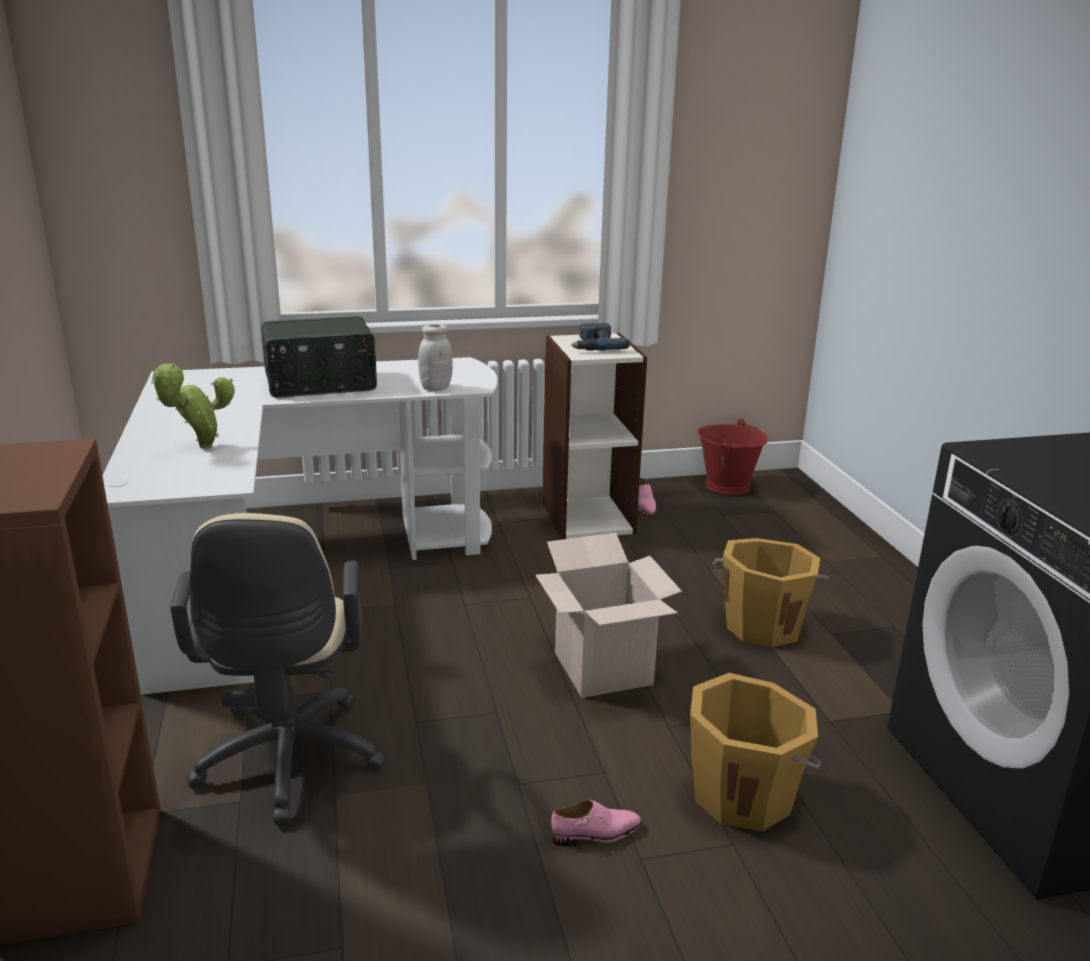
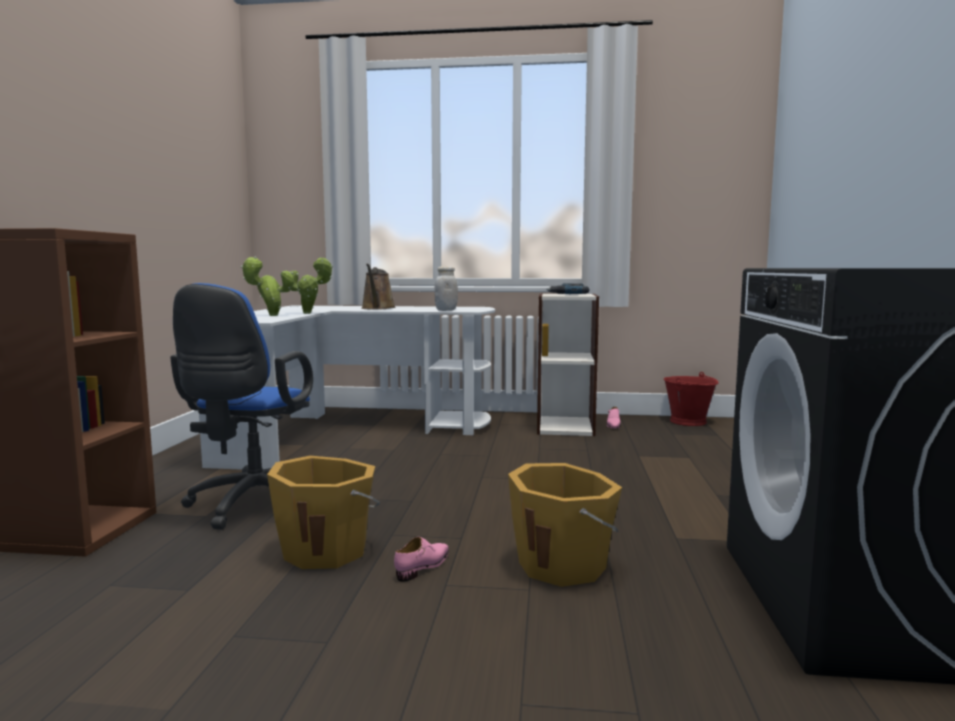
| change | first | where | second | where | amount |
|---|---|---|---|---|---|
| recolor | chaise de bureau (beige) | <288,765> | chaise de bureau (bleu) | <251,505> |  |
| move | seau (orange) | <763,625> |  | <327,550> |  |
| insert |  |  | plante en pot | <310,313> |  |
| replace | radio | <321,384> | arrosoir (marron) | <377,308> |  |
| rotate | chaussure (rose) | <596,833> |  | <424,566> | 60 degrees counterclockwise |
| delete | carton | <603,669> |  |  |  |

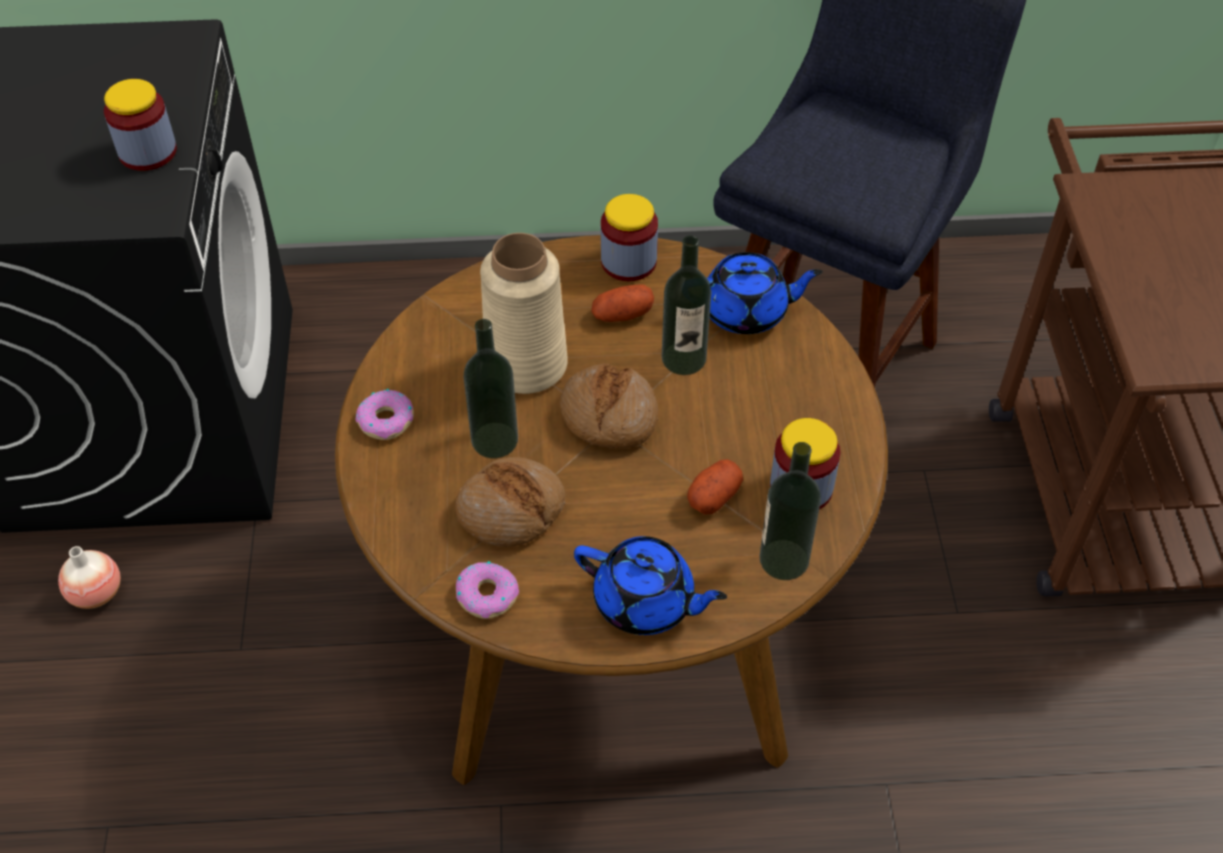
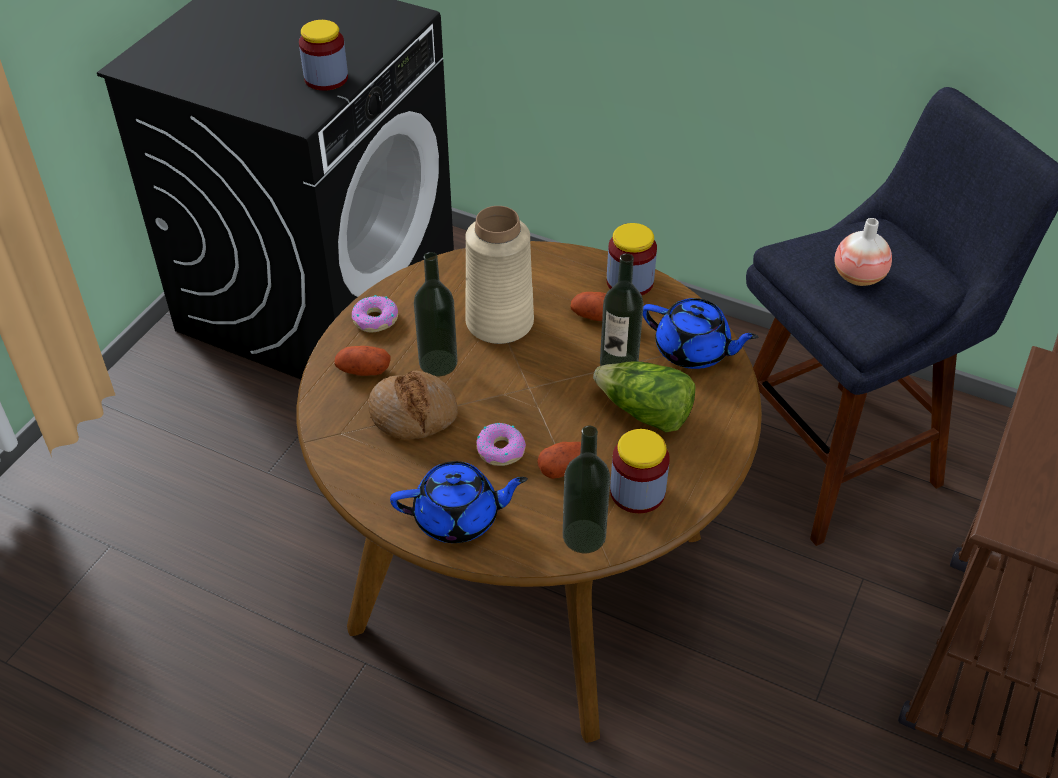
| change | first | where | second | where | amount |
|---|---|---|---|---|---|
| insert |  |  | pomme de terre | <363,370> |  |
| rotate | théière (bleu) | <646,602> |  | <458,518> | 60 degrees counterclockwise |
| move | beignet | <487,595> |  | <501,449> |  |
| insert |  |  | laitue | <645,413> |  |
| move | vase | <96,593> |  | <858,277> |  |
| delete | pain | <608,416> |  |  |  |

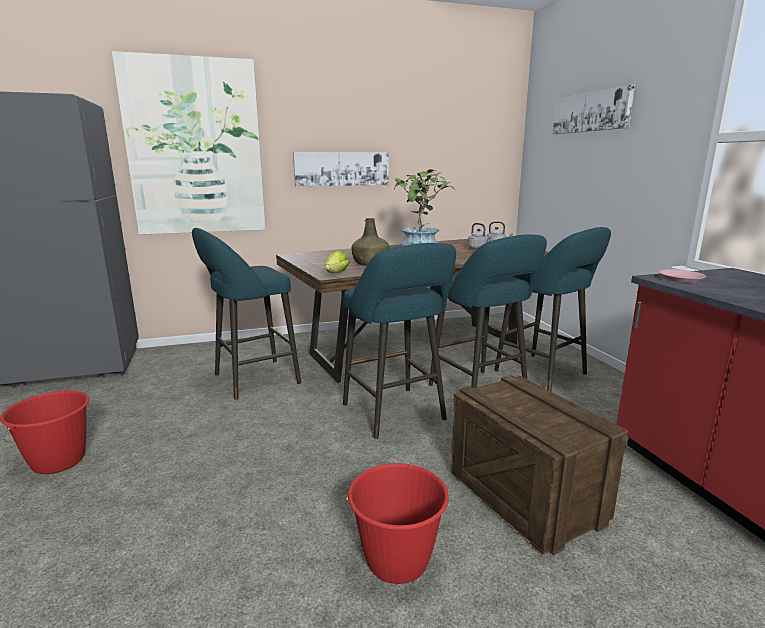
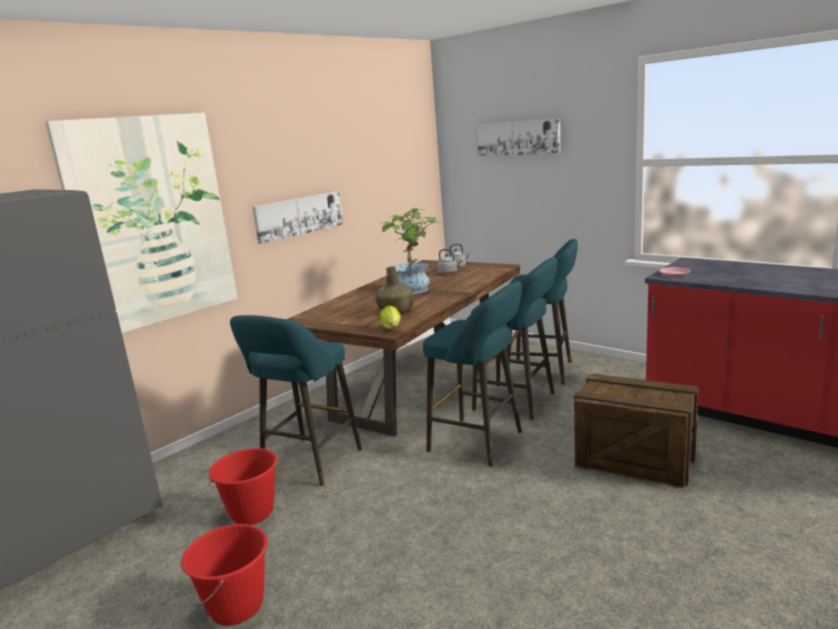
| change | first | where | second | where | amount |
|---|---|---|---|---|---|
| move | seau (rouge) | <397,561> |  | <252,513> |  |

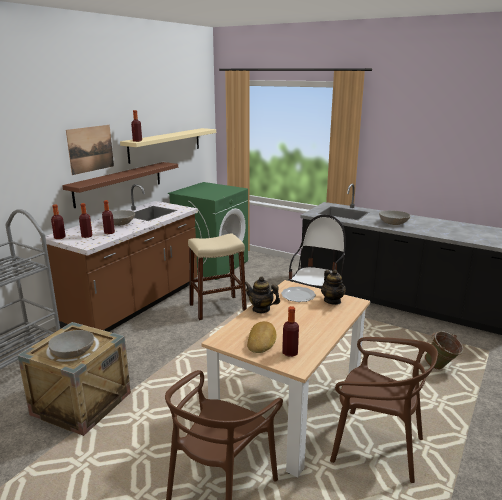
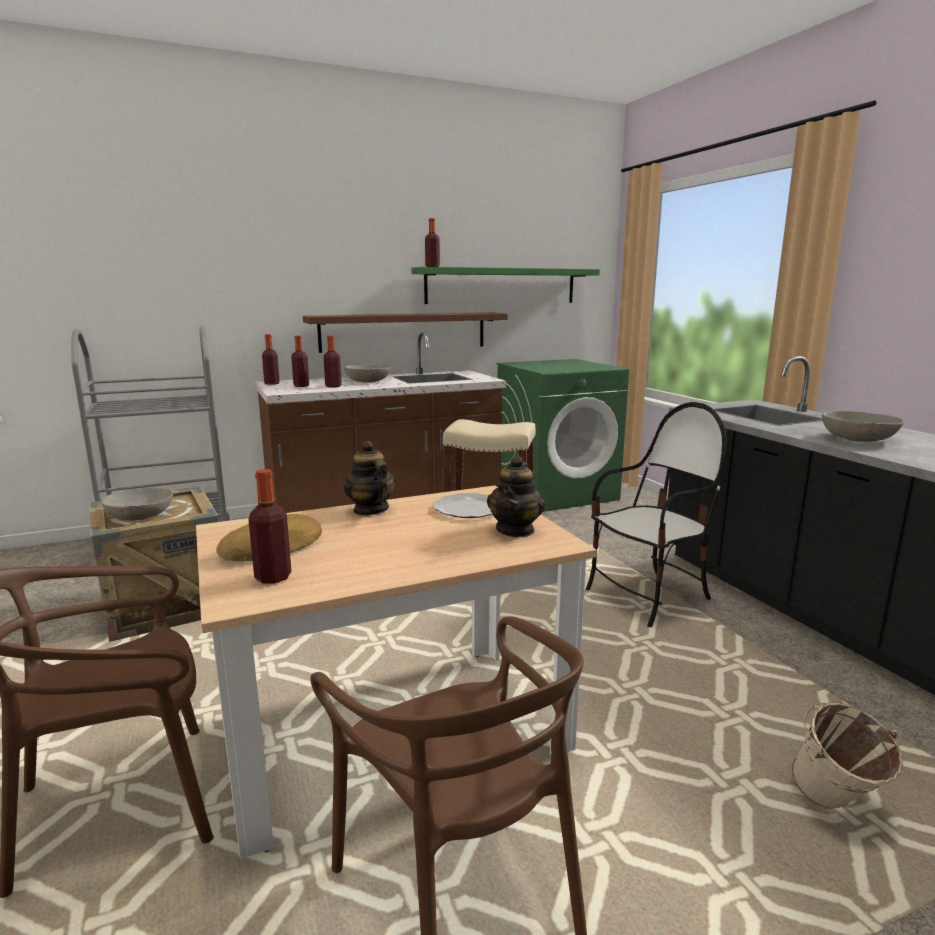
| change | first | where | second | where | amount |
|---|---|---|---|---|---|
| recolor | étagère (beige) | <165,144> | étagère (vert) | <501,286> |  |
| recolor | seau (vert) | <441,368> | seau (beige) | <834,807> |  |
| delete | tableau | <90,149> |  |  |  |

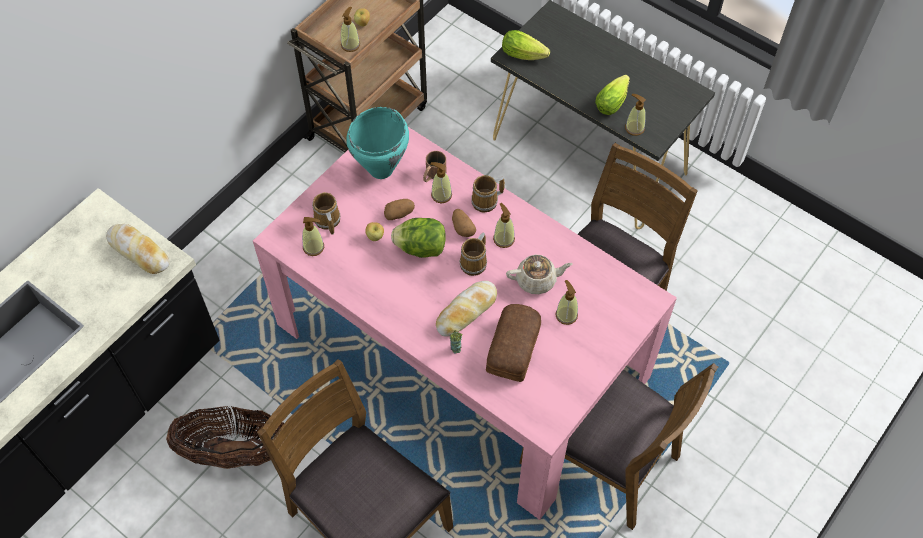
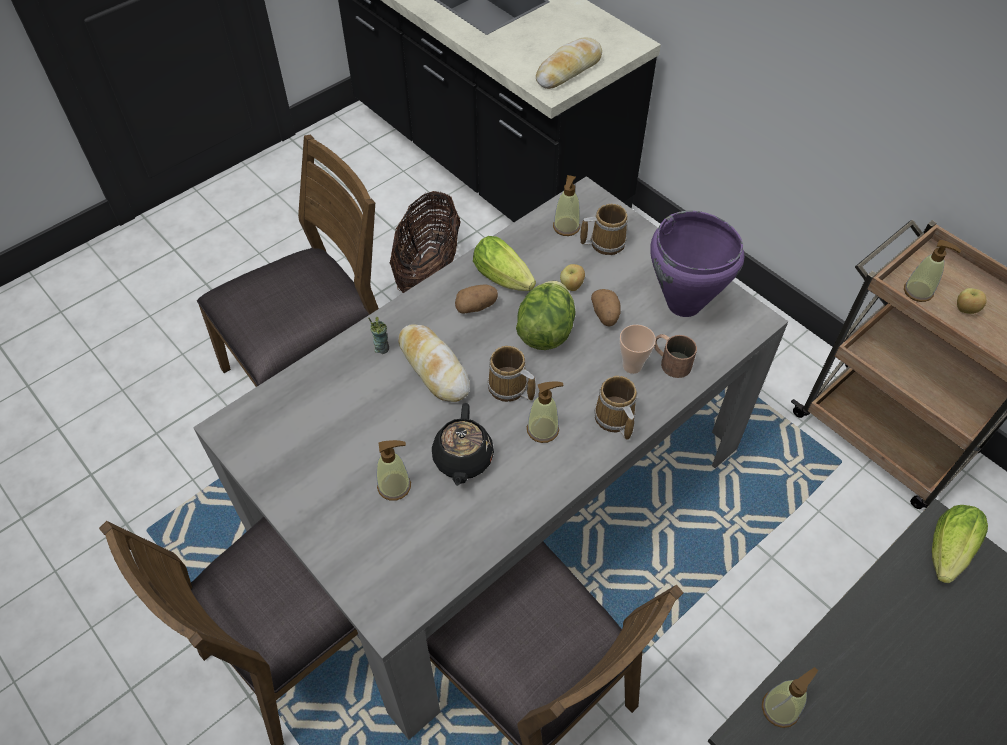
| change | first | where | second | where | amount |
|---|---|---|---|---|---|
| recolor | table à manger (rose) | <462,351> | table à manger (gris) | <503,495> |  |
| recolor | théière (beige) | <537,280> | théière (noir) | <462,459> |  |
| move | pomme de terre | <462,228> |  | <476,306> |  |
| move | laitue | <613,101> |  | <505,279> |  |
| replace | distributeur de savon | <441,195> | tasse | <632,365> |  |
| recolor | marmite (turquoise) | <382,169> | marmite (violet) | <684,305> |  |
| delete | pain | <515,347> |  |  |  |

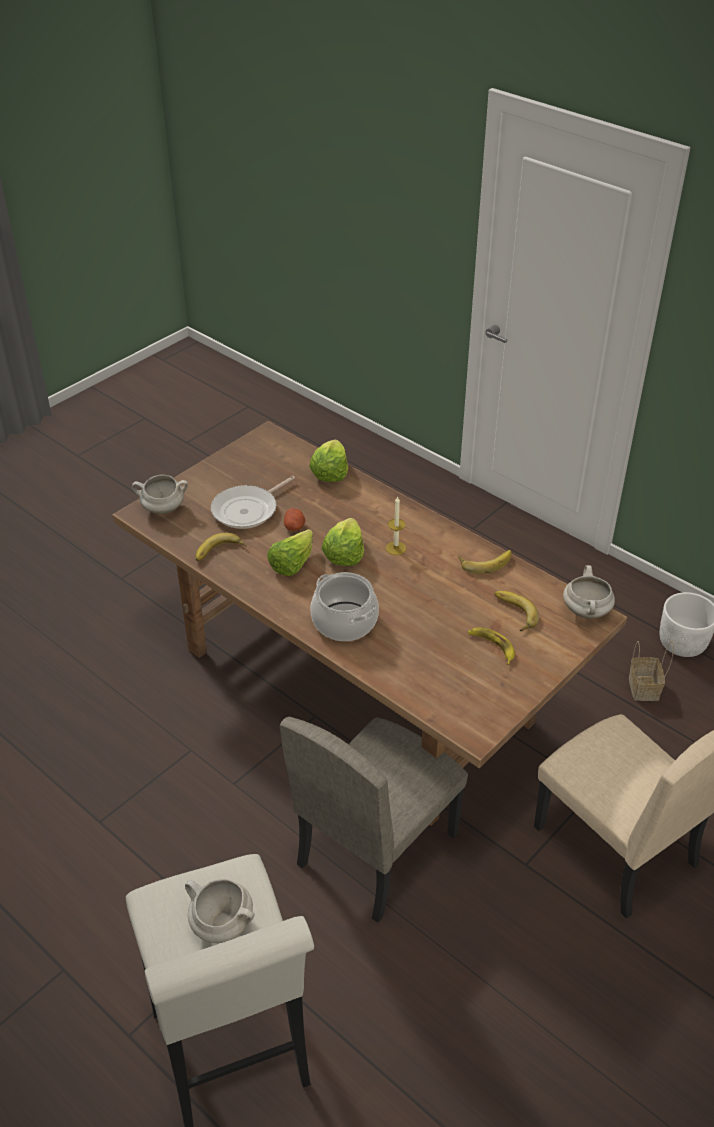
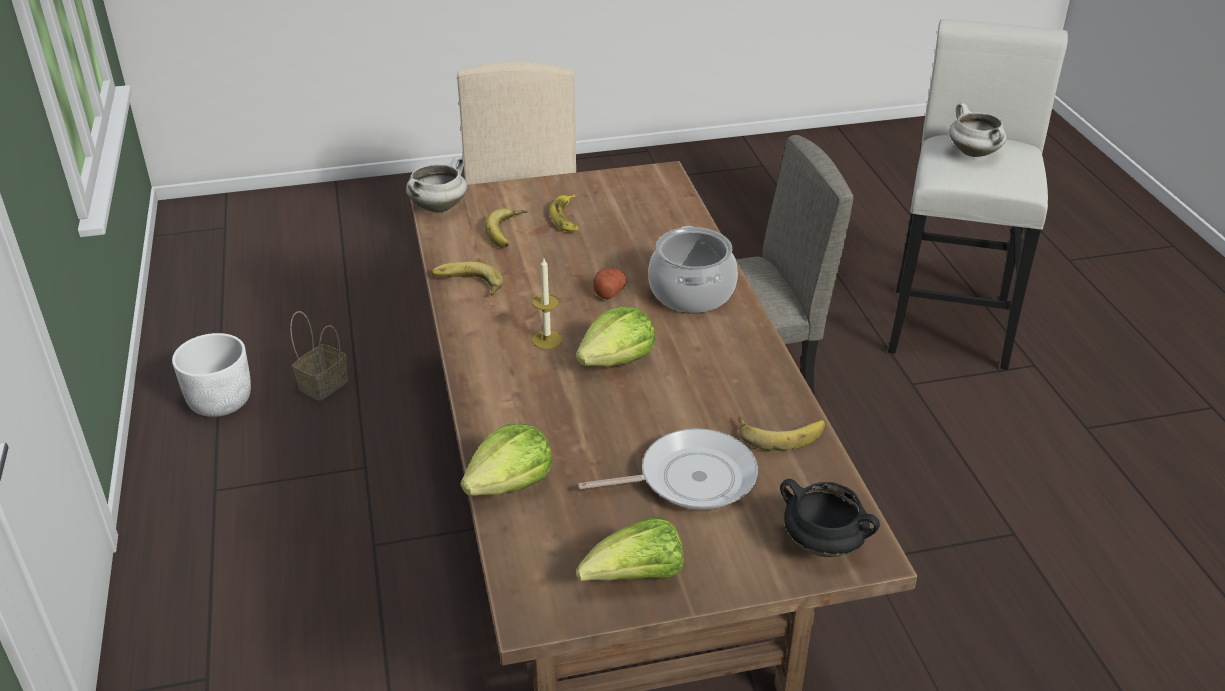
| change | first | where | second | where | amount |
|---|---|---|---|---|---|
| move | laitue | <292,564> |  | <636,577> |  |
| move | pomme de terre | <294,526> |  | <609,292> |  |
| recolor | marmite (blanc) | <162,509> | marmite (noir) | <825,543> |  |

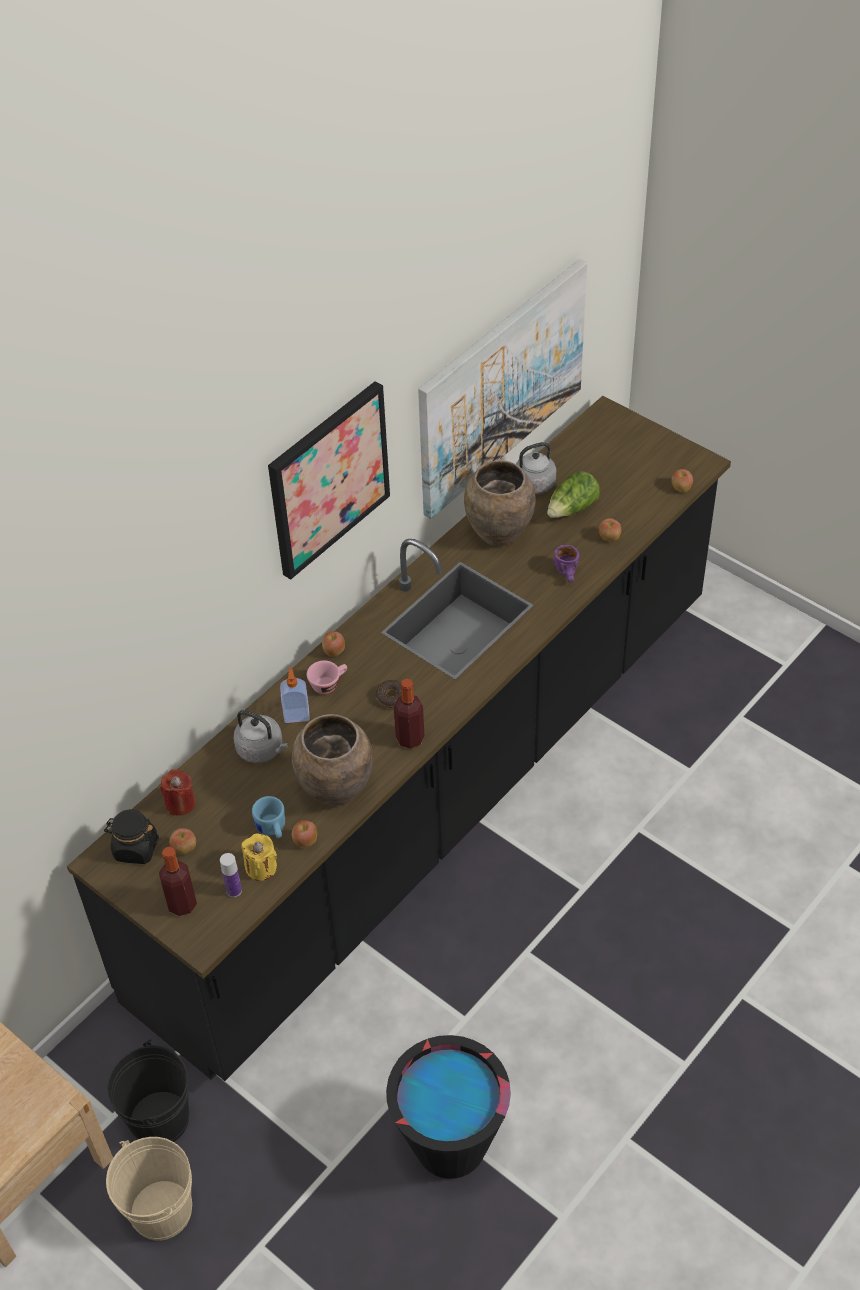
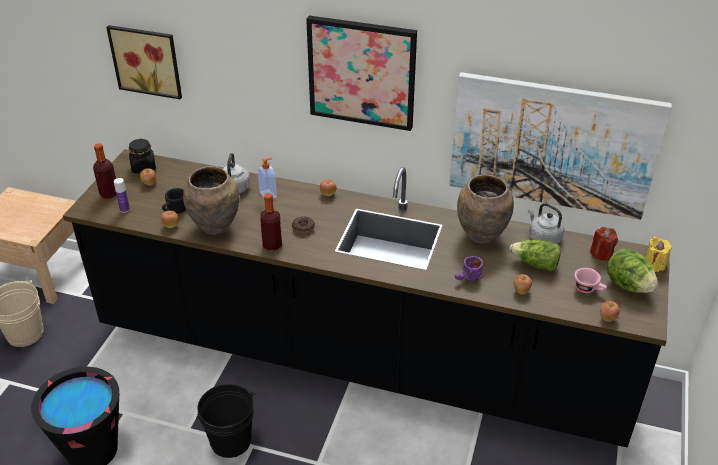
| change | first | where | second | where | amount |
|---|---|---|---|---|---|
| insert |  |  | tableau | <147,60> |  |
| recolor | mug (bleu) | <272,830> | mug (noir) | <175,210> |  |
| move | seau (noir) | <159,1119> |  | <230,441> |  |
| move | tasse (rose) | <328,683> |  | <588,289> |  |
| move | bougie (rouge) | <180,803> |  | <601,253> |  |
| insert |  |  | laitue | <628,285> |  |
| move | bougie (jaune) | <261,867> |  | <654,265> |  |

